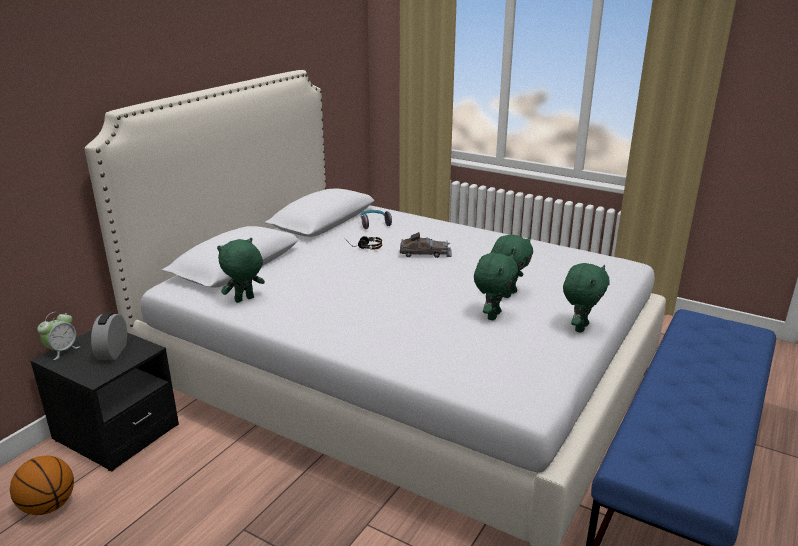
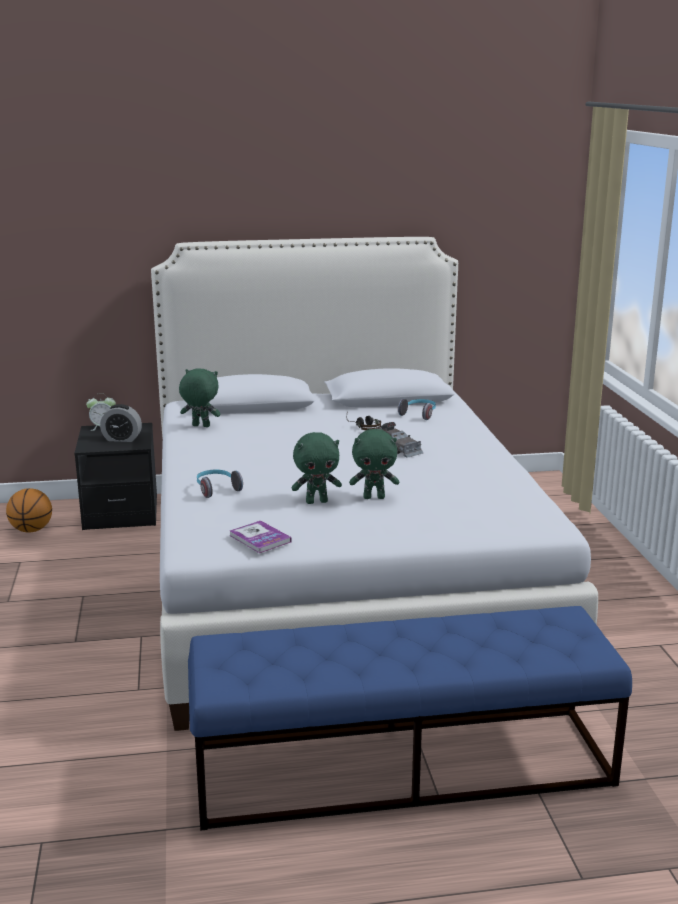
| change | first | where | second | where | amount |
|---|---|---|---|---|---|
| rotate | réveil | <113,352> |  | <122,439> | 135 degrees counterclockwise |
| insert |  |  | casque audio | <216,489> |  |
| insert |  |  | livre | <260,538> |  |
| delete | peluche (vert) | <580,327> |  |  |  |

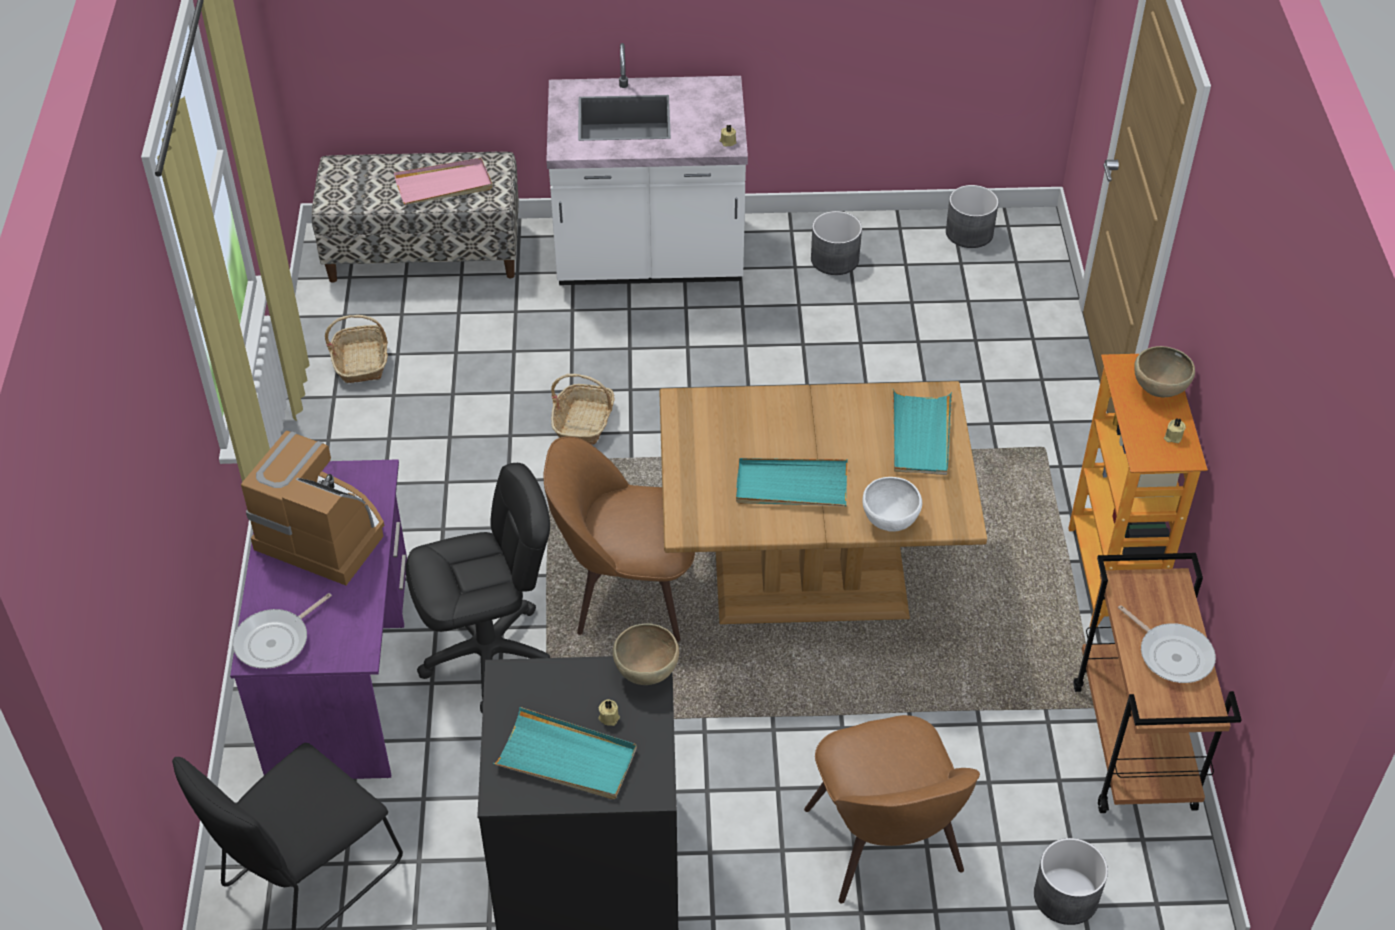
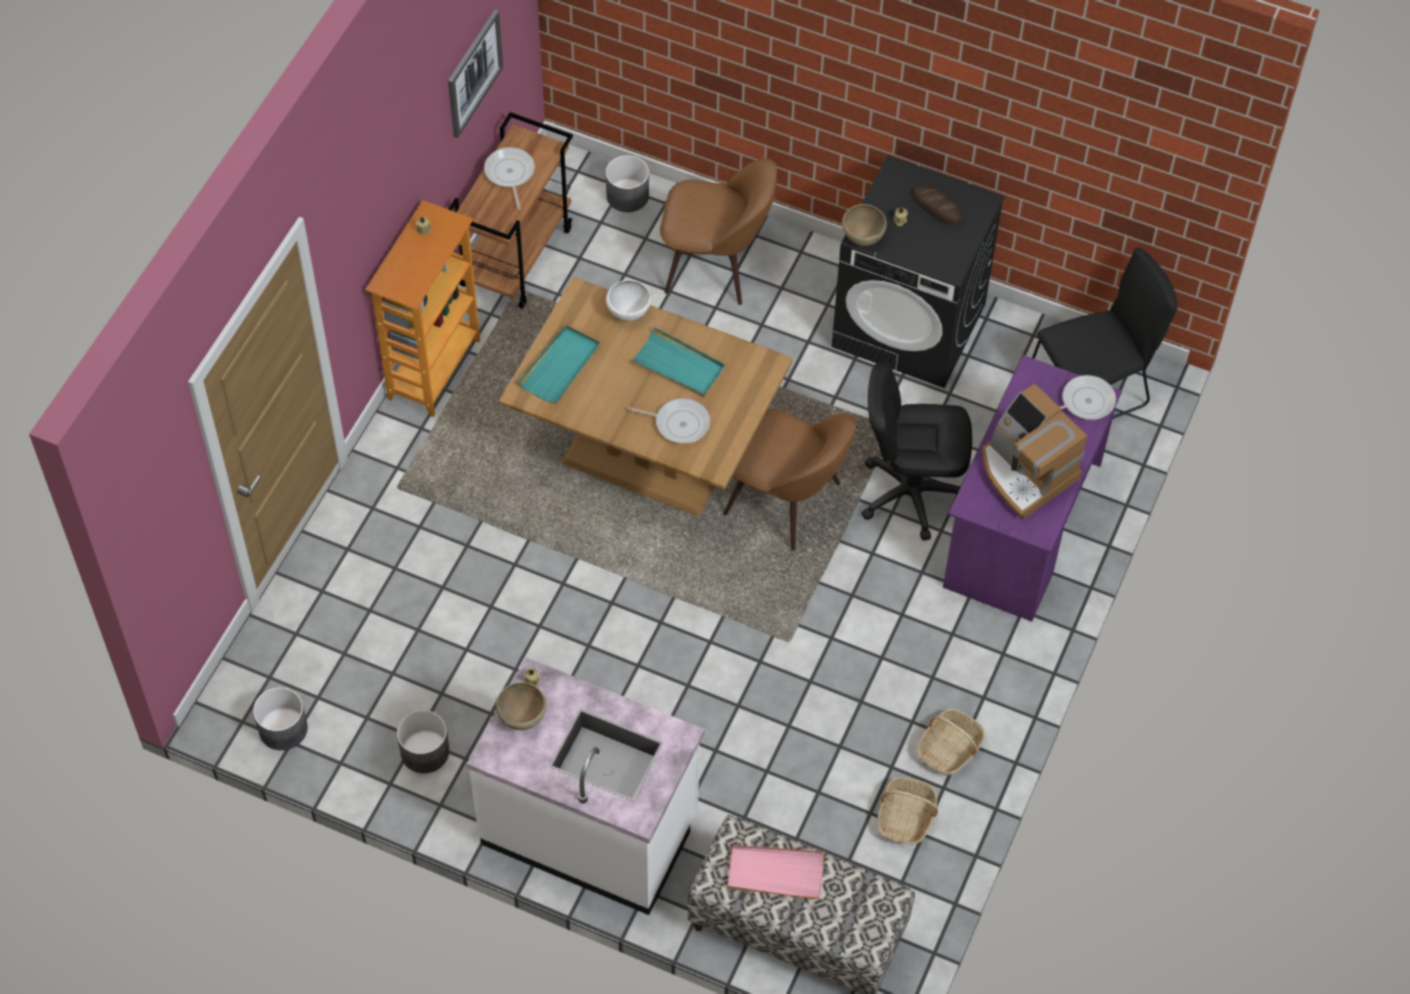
| change | first | where | second | where | amount |
|---|---|---|---|---|---|
| insert |  |  | tableau | <474,73> |  |
| move | bol (marron) | <1159,390> |  | <522,717> |  |
| insert |  |  | poêle | <679,423> |  |
| rotate | chaise (marron) | <885,846> |  | <716,264> | 90 degrees clockwise |
| replace | plateau (turquoise) | <567,758> | pain | <937,207> |  |
| move | panier | <584,421> |  | <949,749> |  |

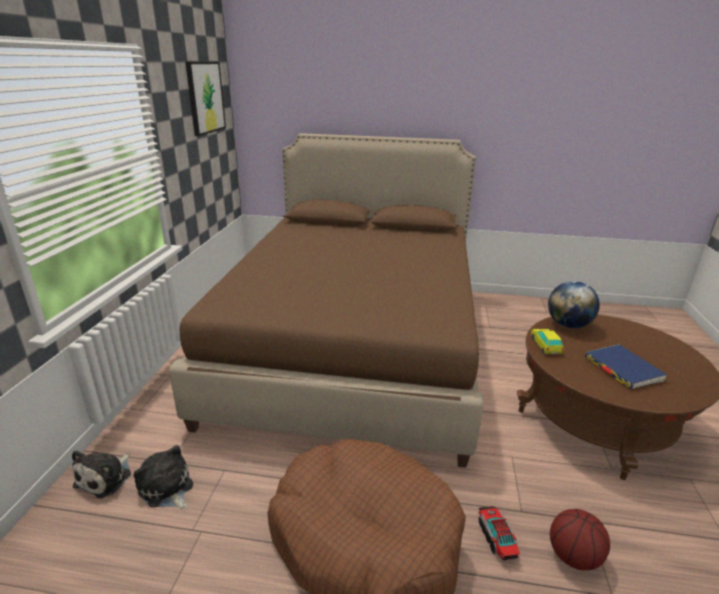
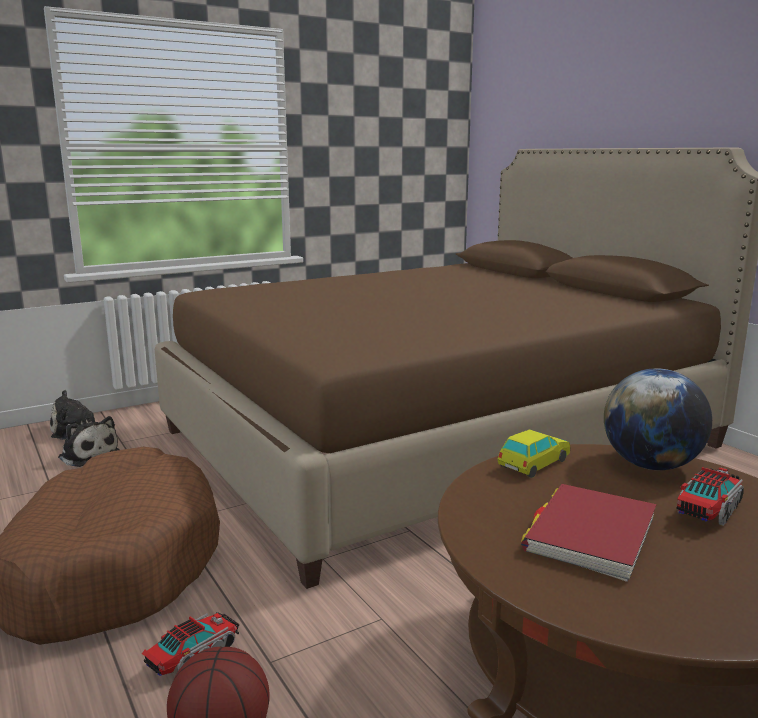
| change | first | where | second | where | amount |
|---|---|---|---|---|---|
| rotate | peluche | <166,489> |  | <88,454> | 120 degrees clockwise |
| recolor | livre (bleu) | <623,369> | livre (rouge) | <590,535> |  |
| insert |  |  | camion jouet | <708,510> |  |
| delete | tableau | <205,97> |  |  |  |

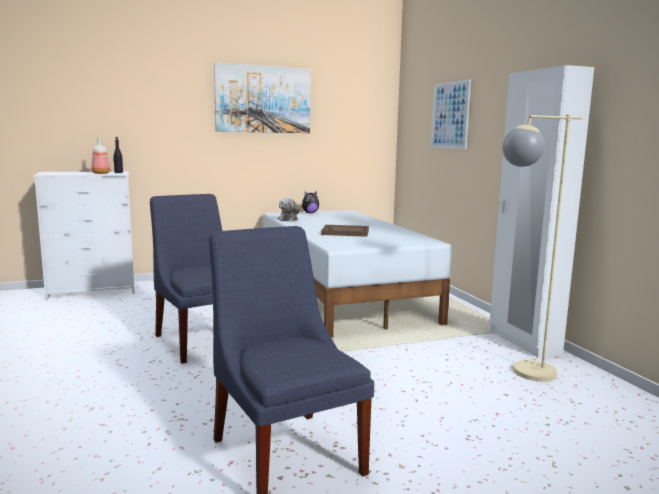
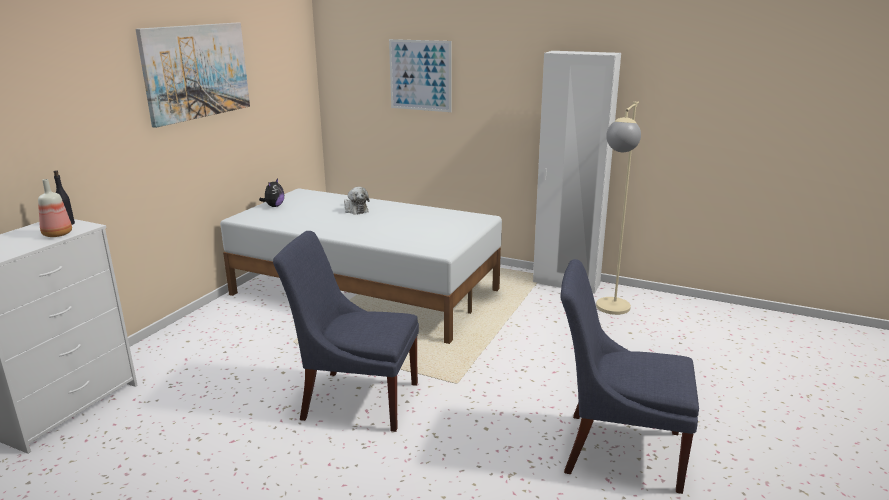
| change | first | where | second | where | amount |
|---|---|---|---|---|---|
| move | peluche | <288,219> |  | <355,210> |  |
| delete | plateau (marron) | <345,232> |  |  |  |

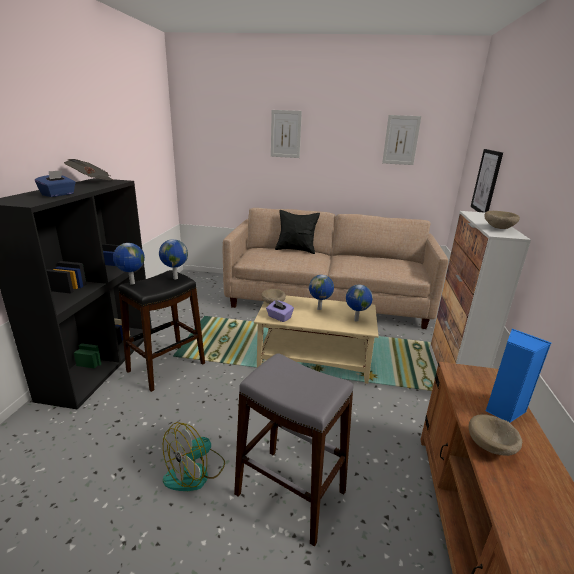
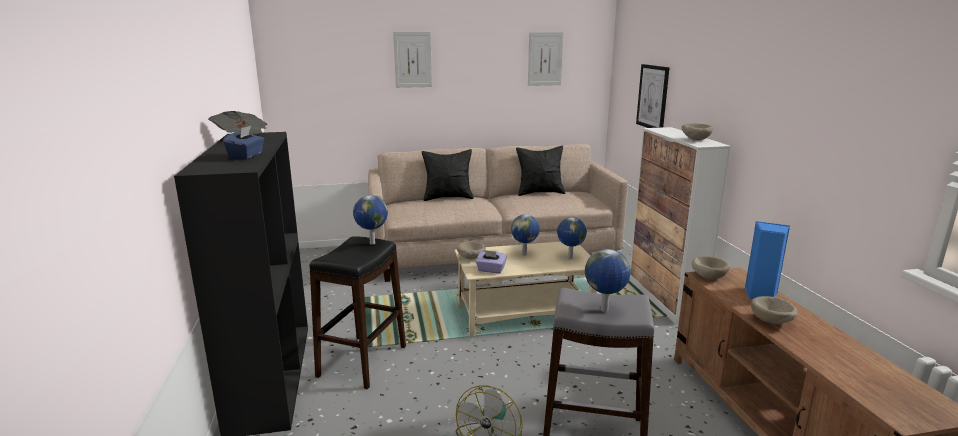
| change | first | where | second | where | amount |
|---|---|---|---|---|---|
| insert |  |  | coussin (noir) | <540,192> |  |
| move | globe | <132,283> |  | <604,310> |  |
| insert |  |  | bol (beige) | <708,277> |  |

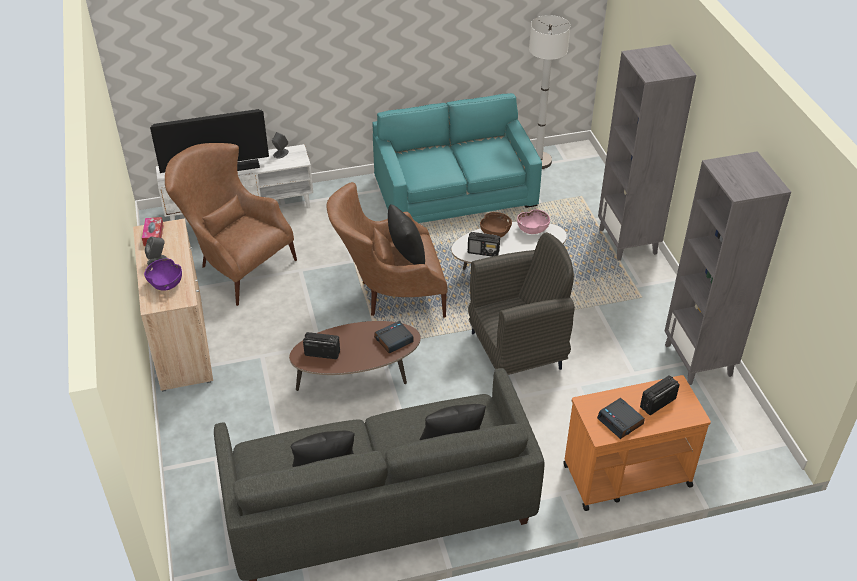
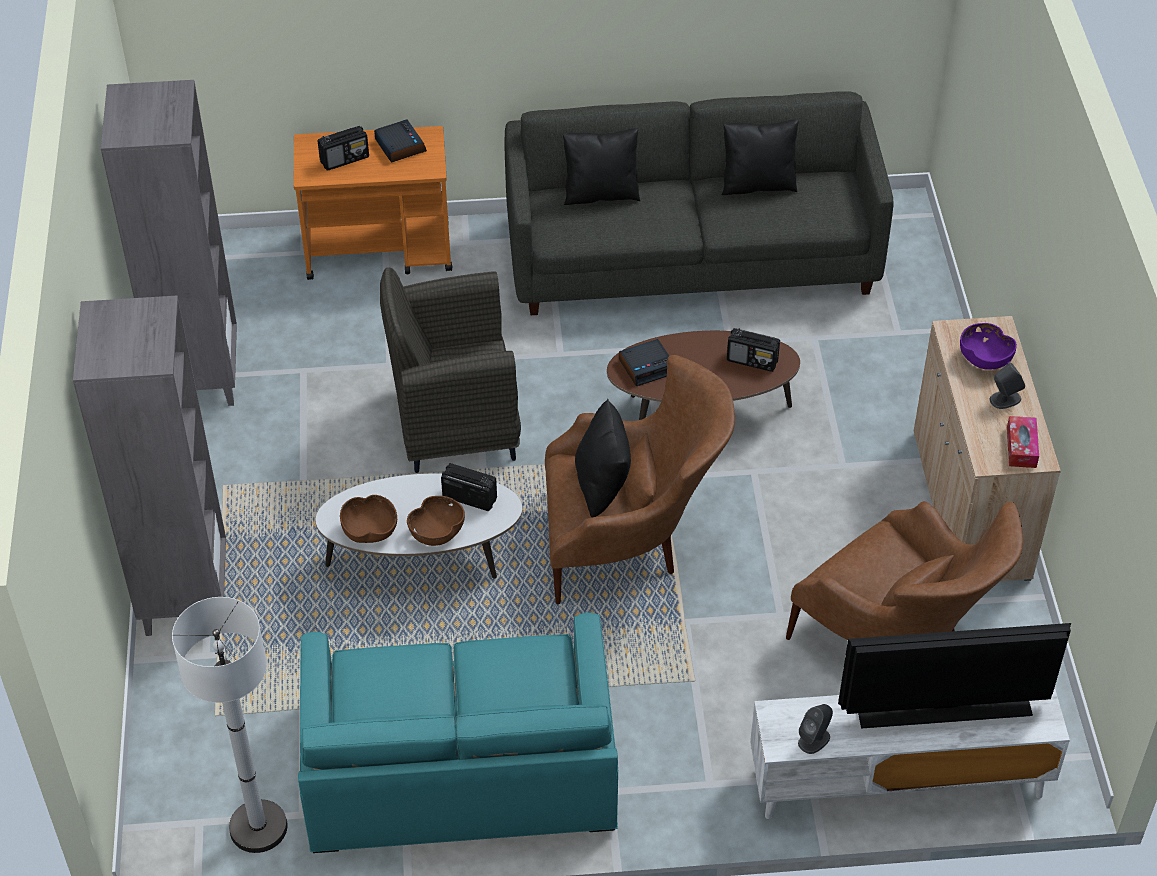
| change | first | where | second | where | amount |
|---|---|---|---|---|---|
| recolor | bol (rose) | <532,229> | bol (marron) | <370,531> |  |

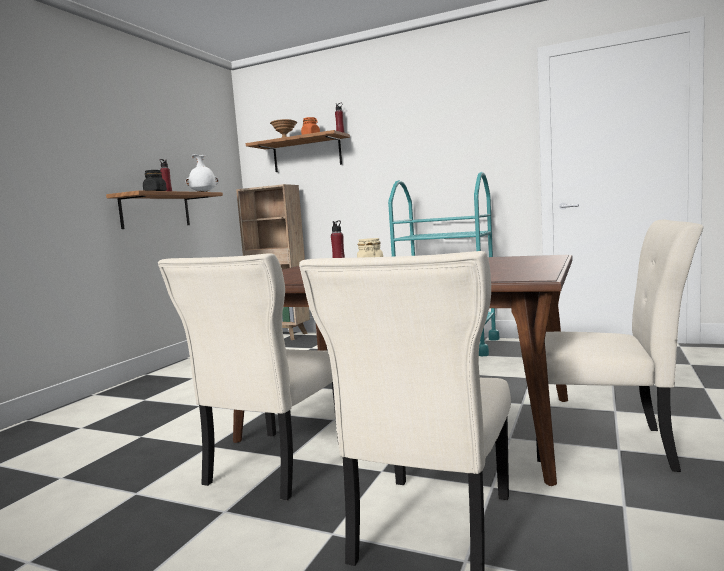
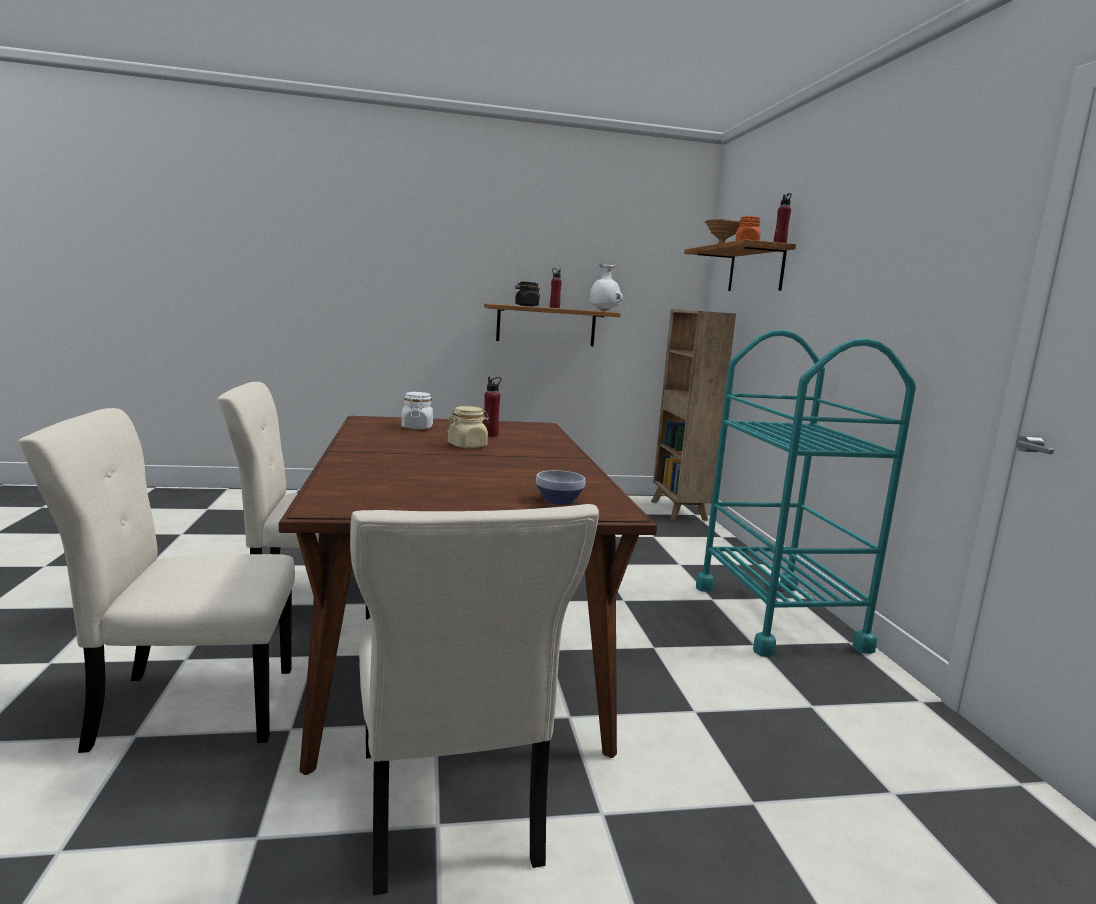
| change | first | where | second | where | amount |
|---|---|---|---|---|---|
| insert |  |  | bocal (blanc) | <417,427> |  |
| insert |  |  | bol | <558,501> |  |

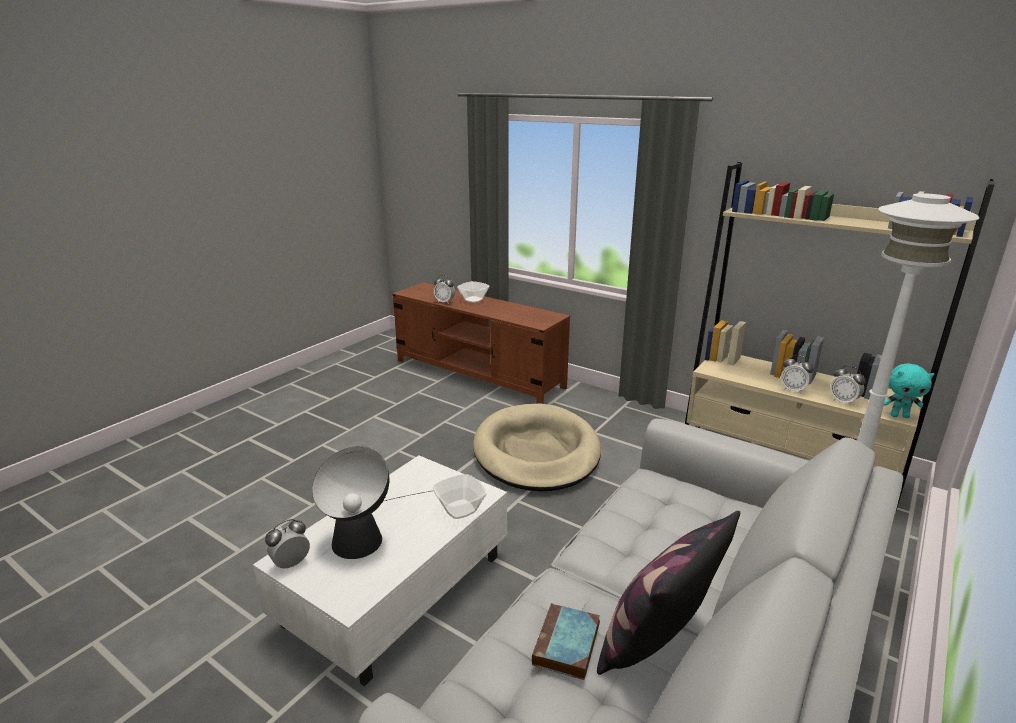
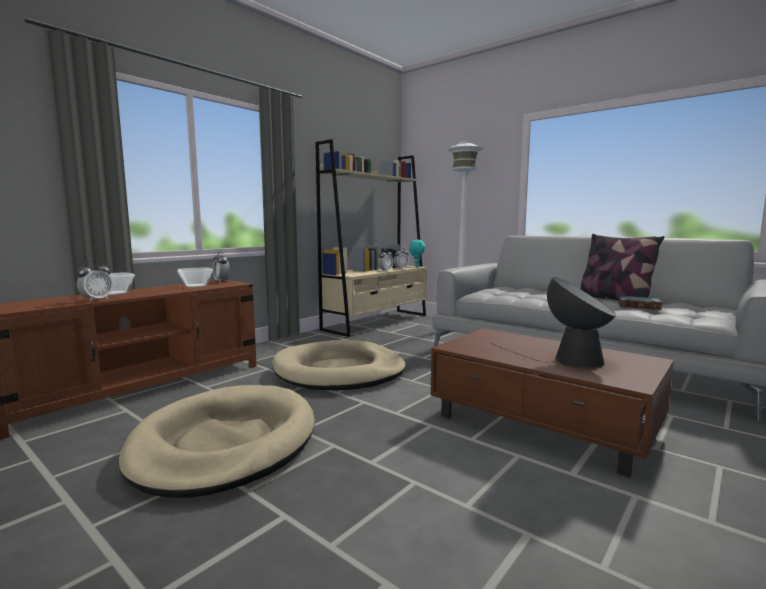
| change | first | where | second | where | amount |
|---|---|---|---|---|---|
| insert |  |  | panier pour chien (beige) | <225,443> |  |
| move | bol | <460,510> |  | <196,286> |  |
| move | réveil | <291,563> |  | <222,281> |  |
| recolor | table basse (blanc) | <394,590> | table basse (marron) | <544,424> |  |

